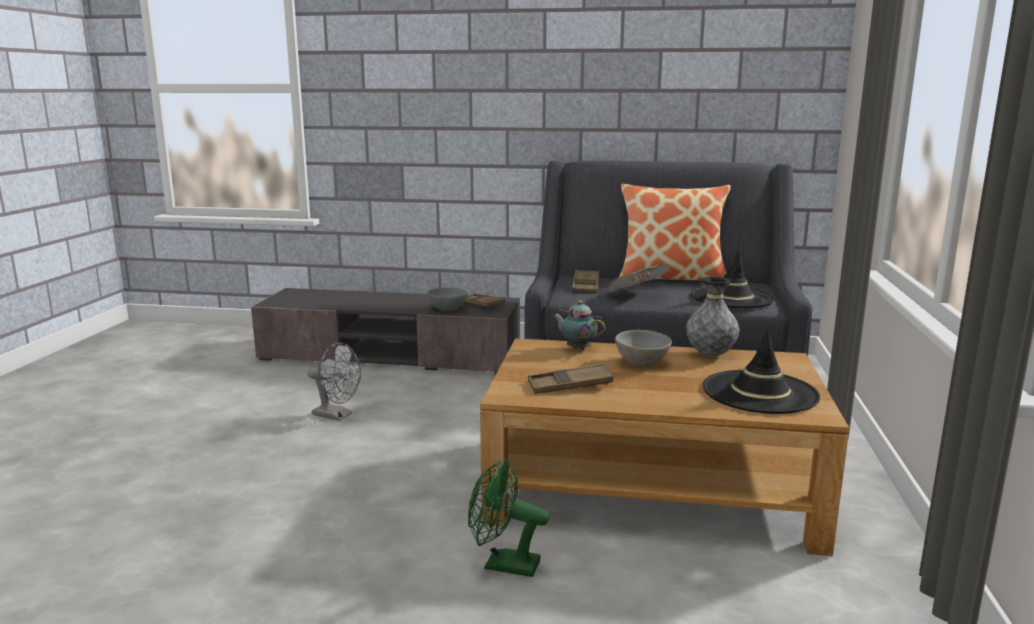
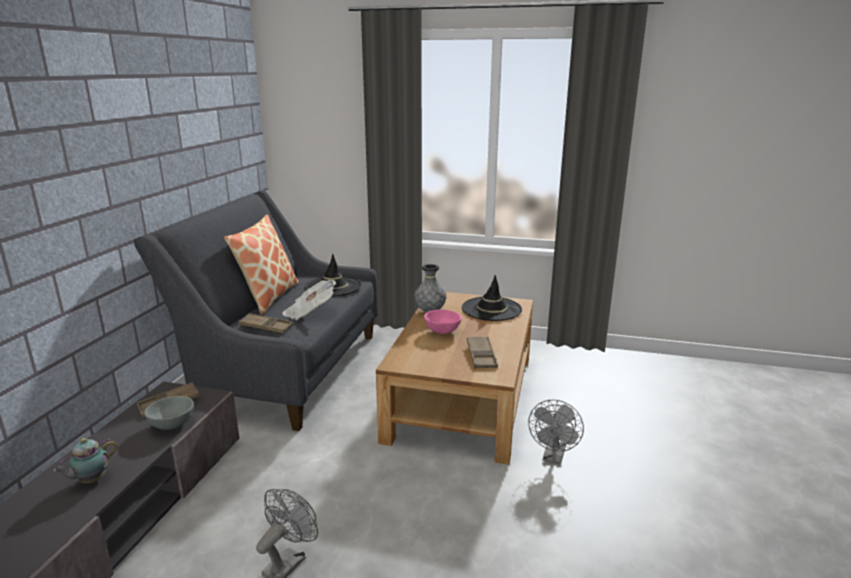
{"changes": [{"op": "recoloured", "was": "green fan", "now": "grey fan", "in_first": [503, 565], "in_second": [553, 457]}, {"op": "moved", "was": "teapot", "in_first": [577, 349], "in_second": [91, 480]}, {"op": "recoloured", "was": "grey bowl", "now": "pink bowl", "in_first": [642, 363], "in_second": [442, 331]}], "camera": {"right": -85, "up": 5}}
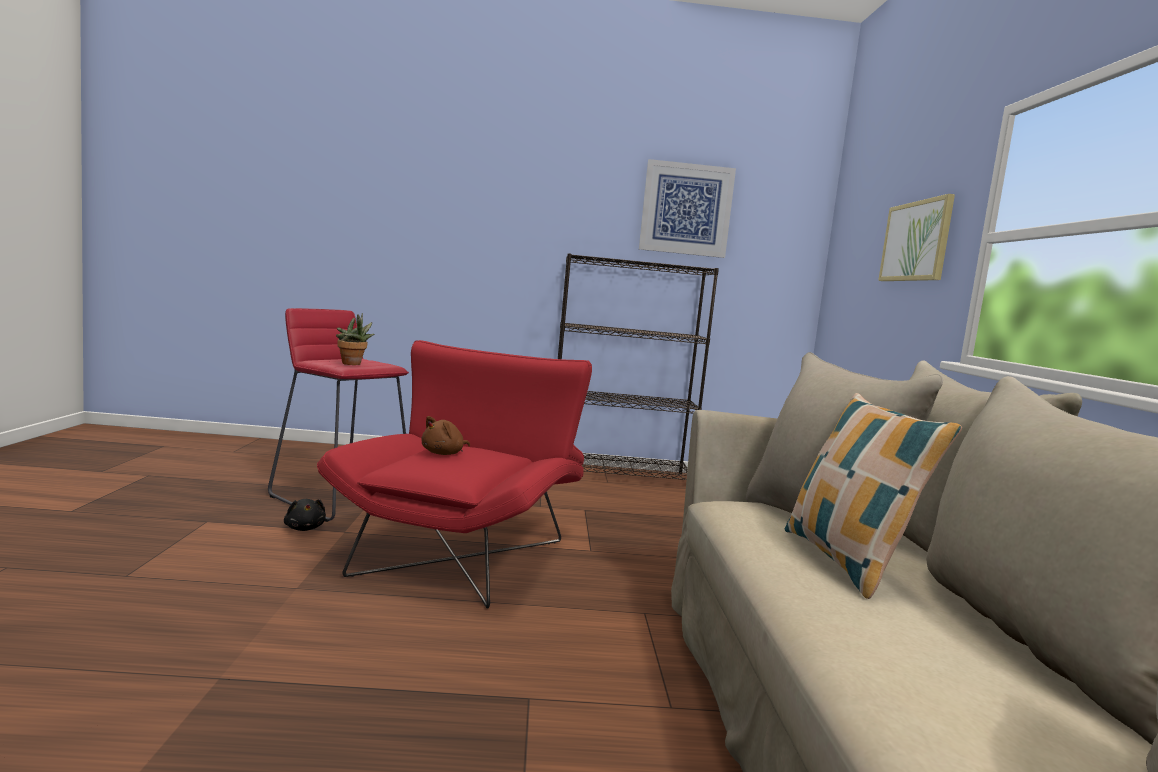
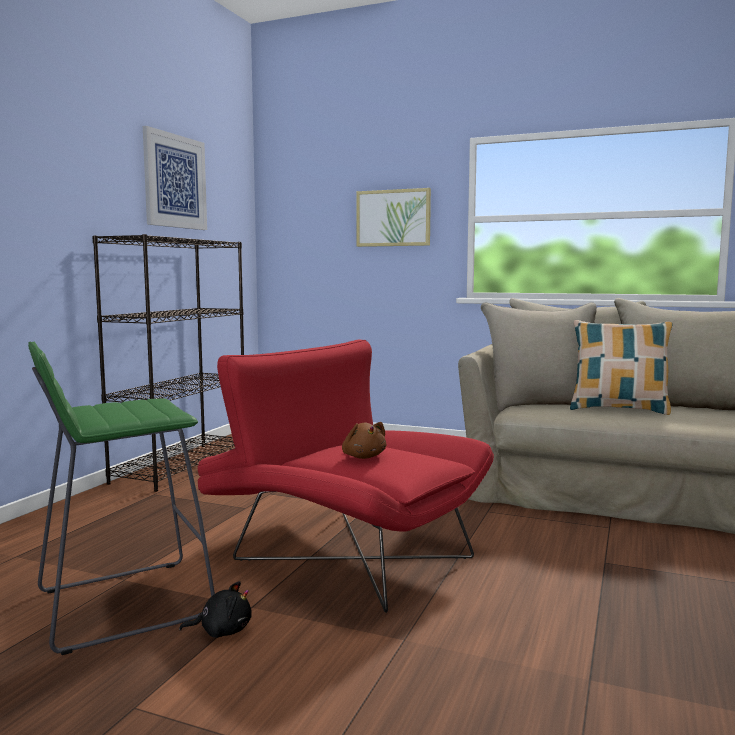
{"changes": [{"op": "recoloured", "was": "red stool", "now": "green stool", "in_first": [340, 498], "in_second": [122, 603]}, {"op": "removed", "was": "potted plant", "in_first": [353, 364]}], "camera": {"right": -65, "up": 0}}
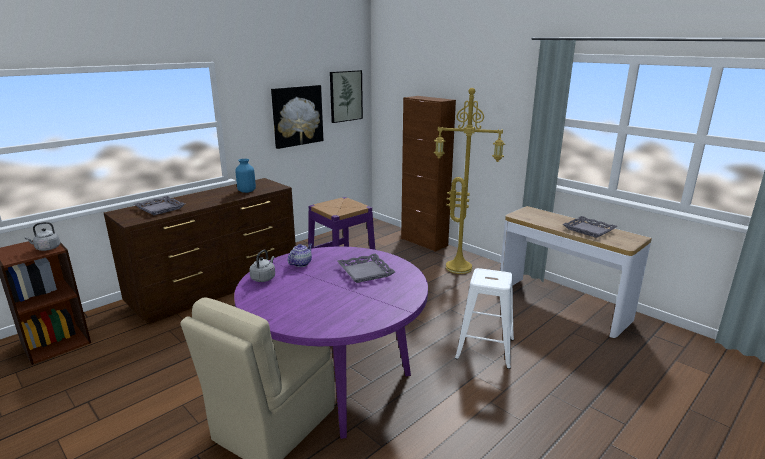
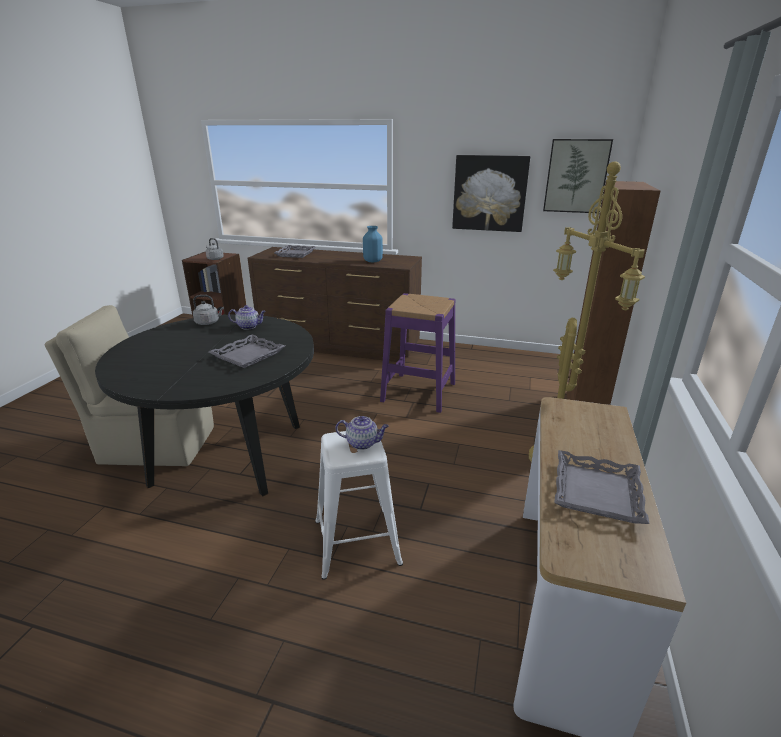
{"changes": [{"op": "recoloured", "was": "purple dining table", "now": "black dining table", "in_first": [336, 382], "in_second": [229, 453]}, {"op": "added", "now": "teapot", "in_second": [363, 443]}], "camera": {"right": 60, "up": 5}}
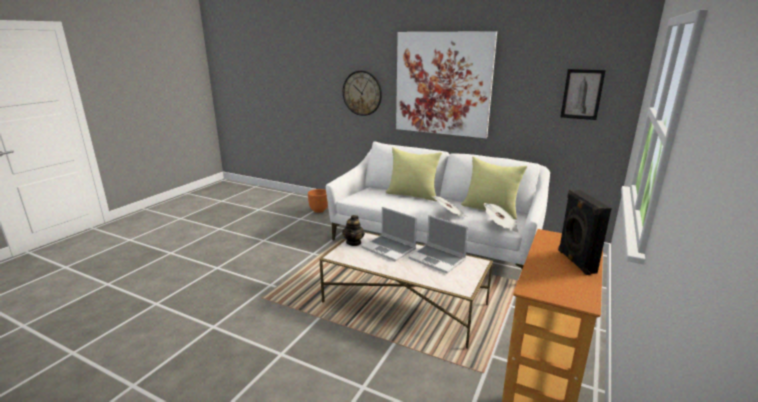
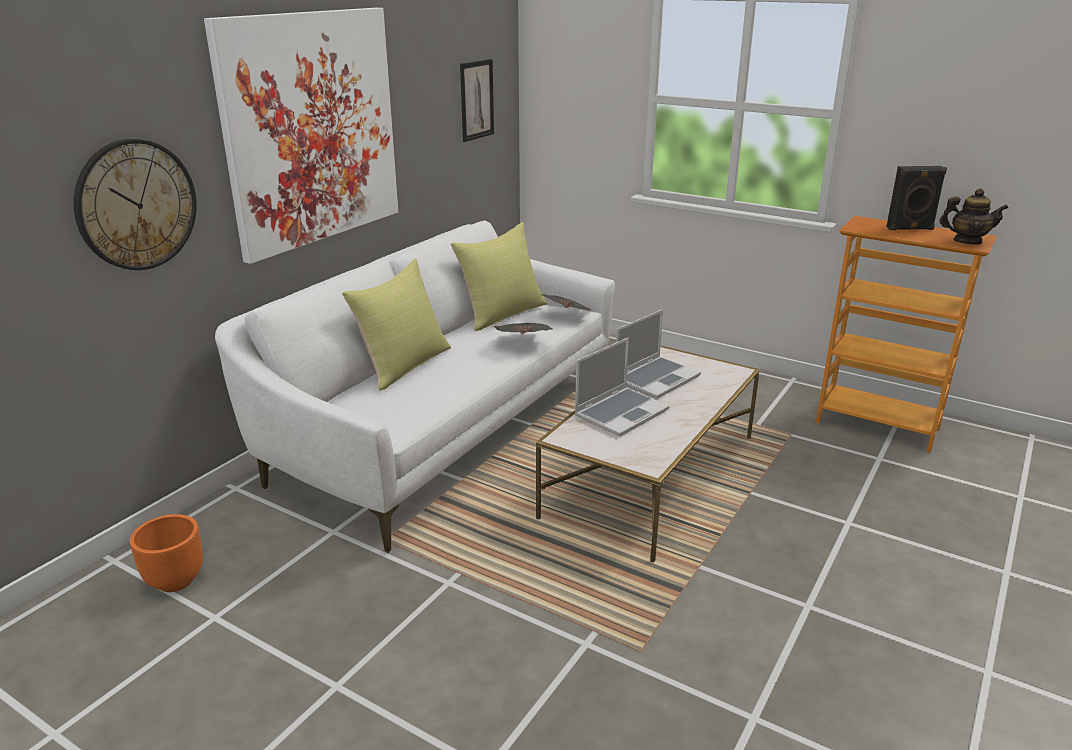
{"changes": [{"op": "moved", "was": "teapot", "in_first": [354, 242], "in_second": [967, 241]}], "camera": {"right": -85, "up": 5}}
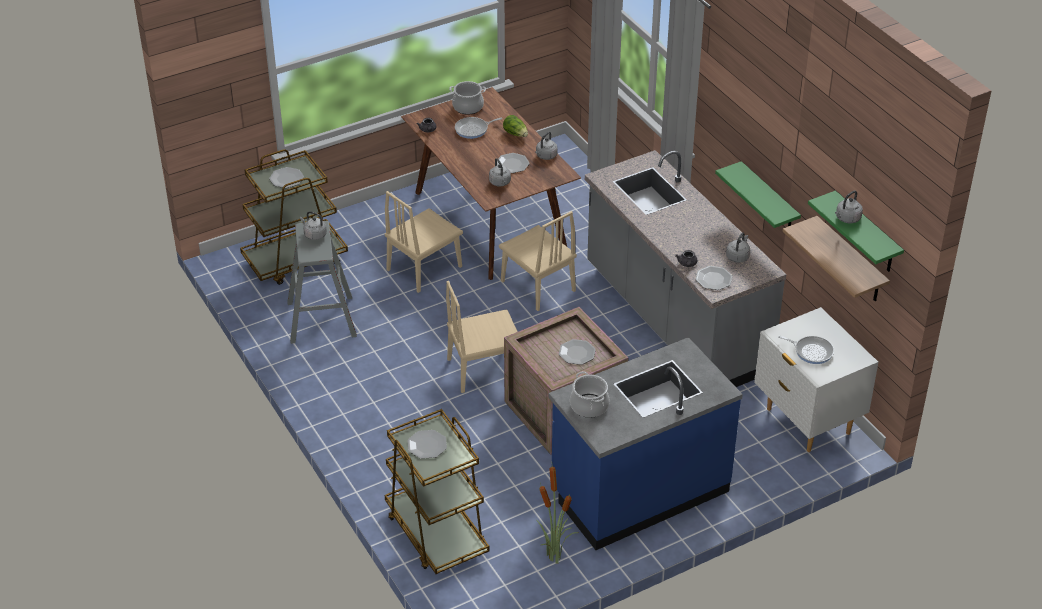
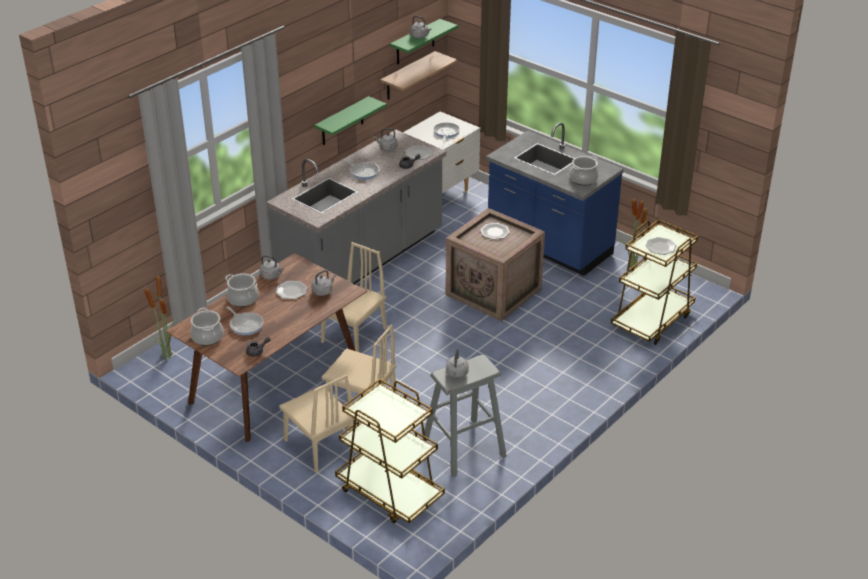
{"changes": [{"op": "removed", "was": "plate", "in_first": [286, 178]}, {"op": "moved", "was": "beige chair", "in_first": [484, 369], "in_second": [320, 446]}, {"op": "replaced", "was": "lettuce", "now": "cooking pot", "in_first": [516, 134], "in_second": [243, 299]}, {"op": "added", "now": "potted plant", "in_second": [167, 355]}, {"op": "added", "now": "frying pan", "in_second": [363, 172]}], "camera": {"right": -110, "up": -5}}
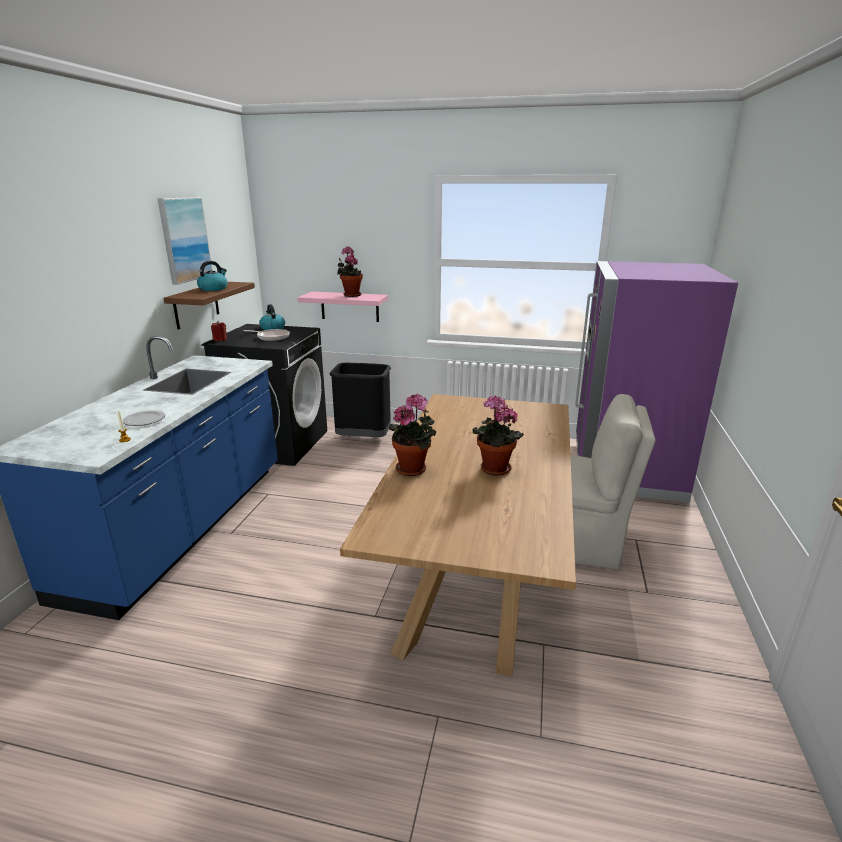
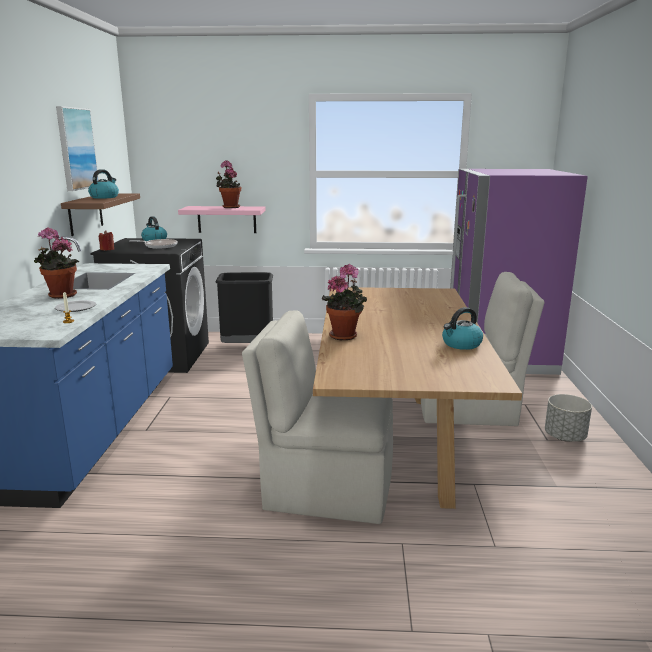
{"changes": [{"op": "moved", "was": "potted plant", "in_first": [493, 470], "in_second": [60, 296]}, {"op": "added", "now": "beige chair", "in_second": [325, 490]}, {"op": "added", "now": "kettle", "in_second": [461, 344]}, {"op": "added", "now": "grey planter", "in_second": [565, 437]}], "camera": {"right": -10, "up": -5}}
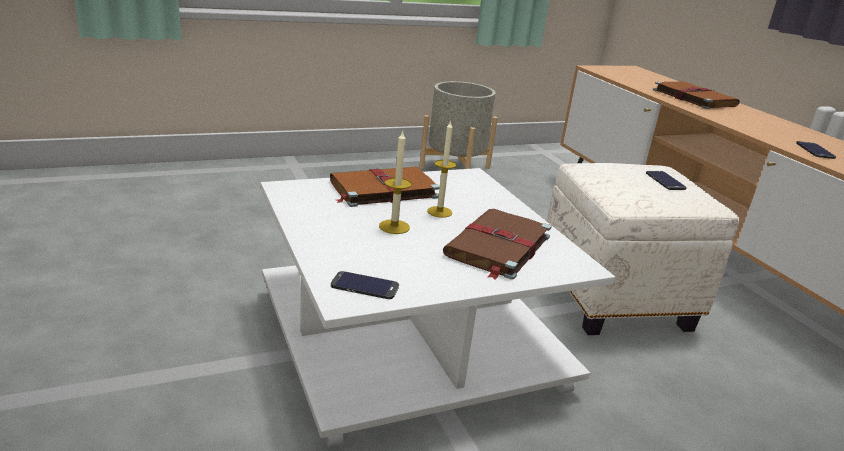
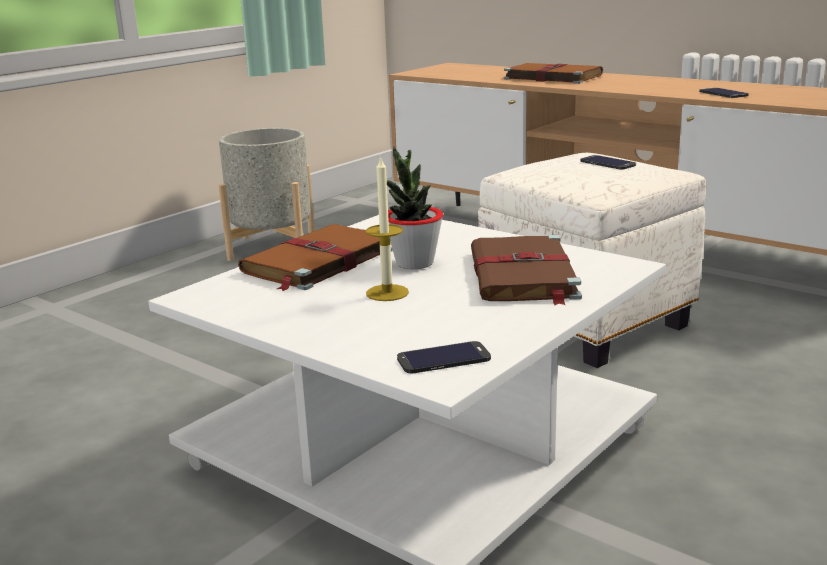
{"changes": [{"op": "replaced", "was": "candle", "now": "potted plant", "in_first": [439, 212], "in_second": [414, 263]}], "camera": {"right": -25, "up": -5}}
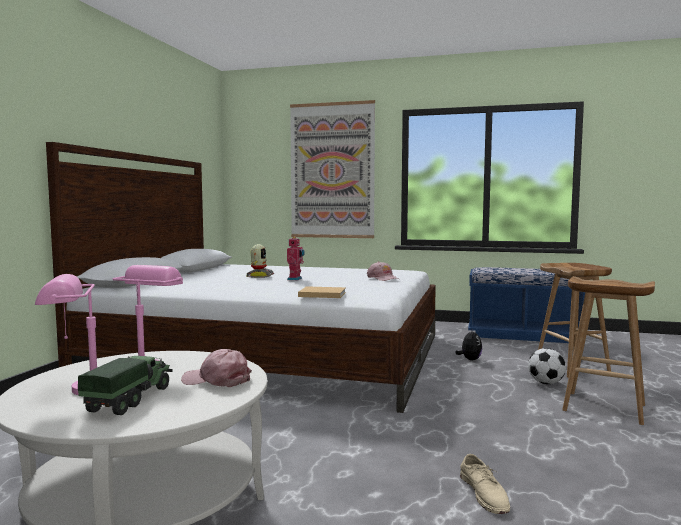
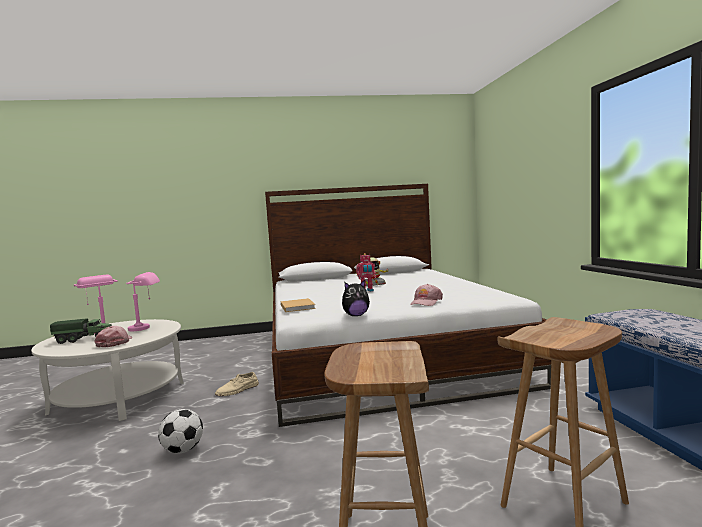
{"changes": [{"op": "removed", "was": "picture", "in_first": [332, 171]}, {"op": "moved", "was": "plush toy", "in_first": [470, 359], "in_second": [356, 315]}, {"op": "moved", "was": "beige shoe", "in_first": [484, 493], "in_second": [237, 390]}, {"op": "moved", "was": "football", "in_first": [545, 383], "in_second": [183, 450]}], "camera": {"right": 65, "up": 0}}
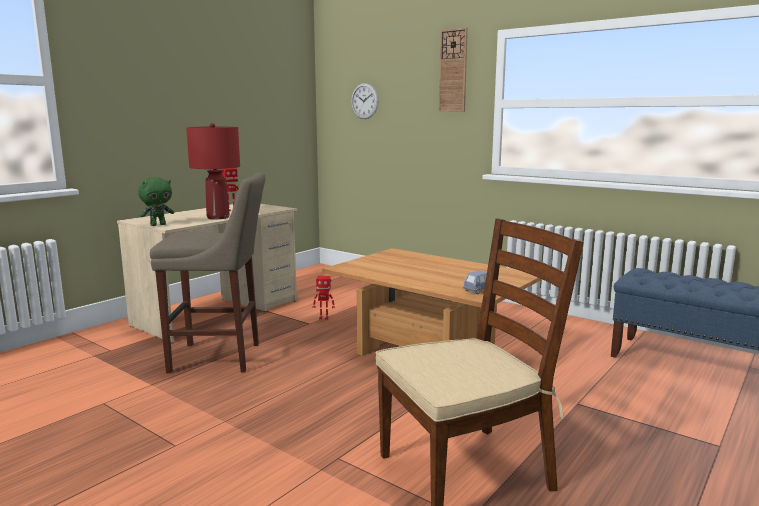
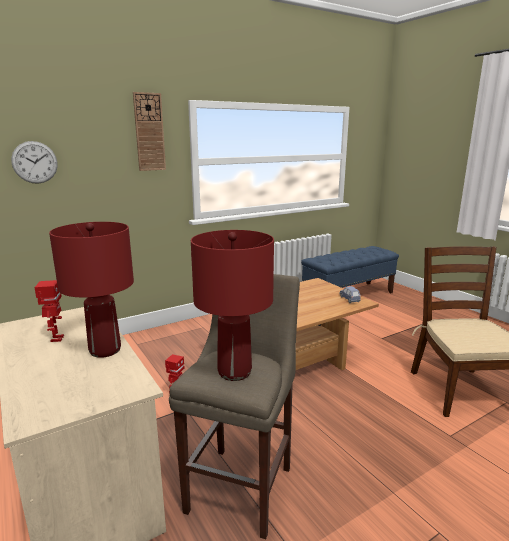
{"changes": [{"op": "removed", "was": "green plush toy", "in_first": [158, 225]}, {"op": "added", "now": "red table lamp", "in_second": [234, 372]}], "camera": {"right": -70, "up": 5}}
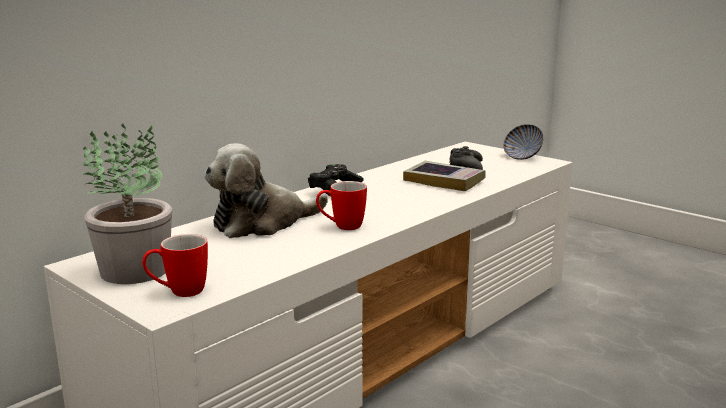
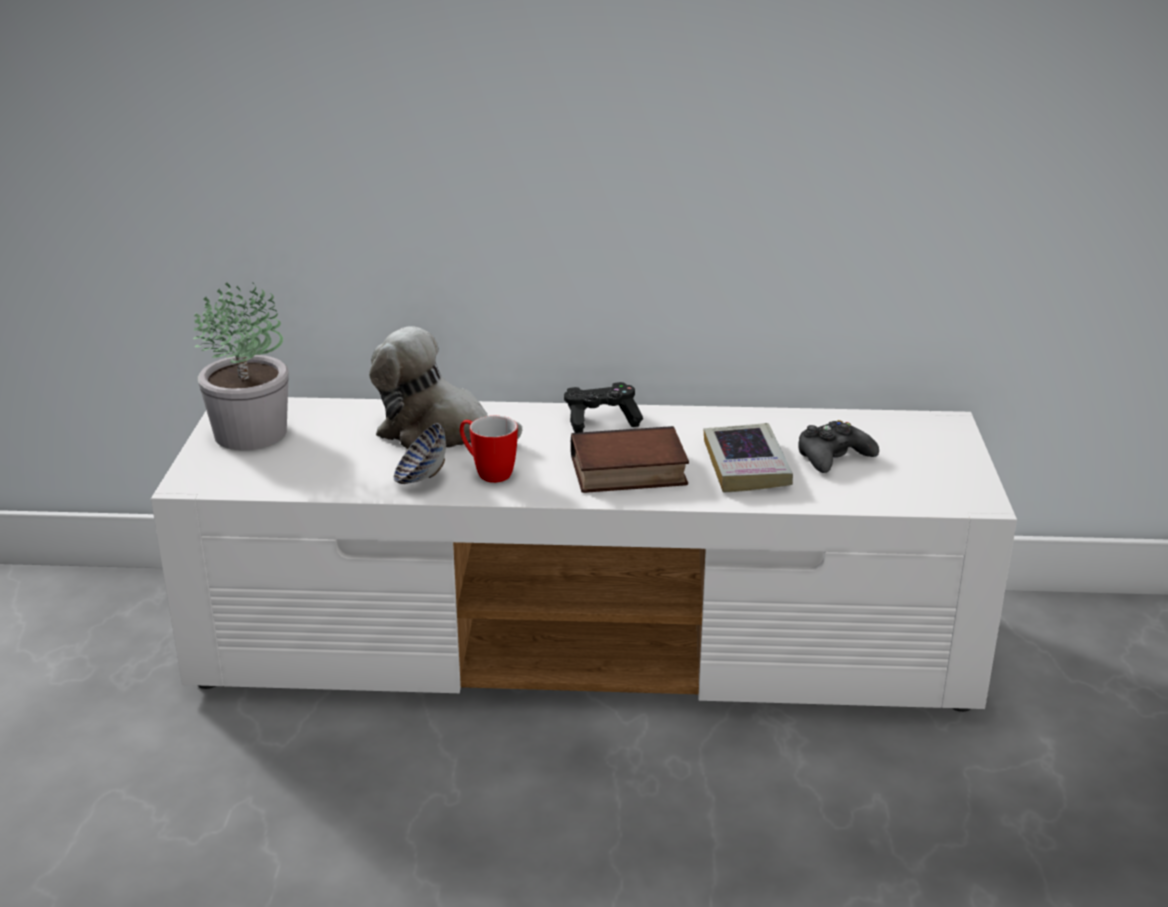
{"changes": [{"op": "removed", "was": "mug", "in_first": [178, 292]}, {"op": "moved", "was": "bowl", "in_first": [522, 157], "in_second": [421, 478]}, {"op": "added", "now": "book", "in_second": [627, 472]}], "camera": {"right": 50, "up": 10}}
